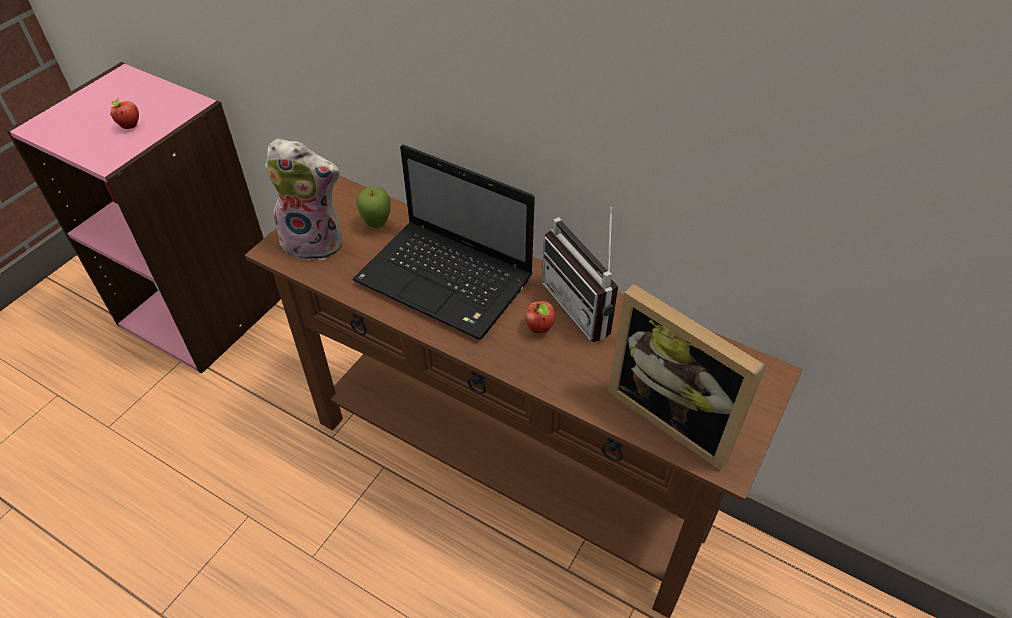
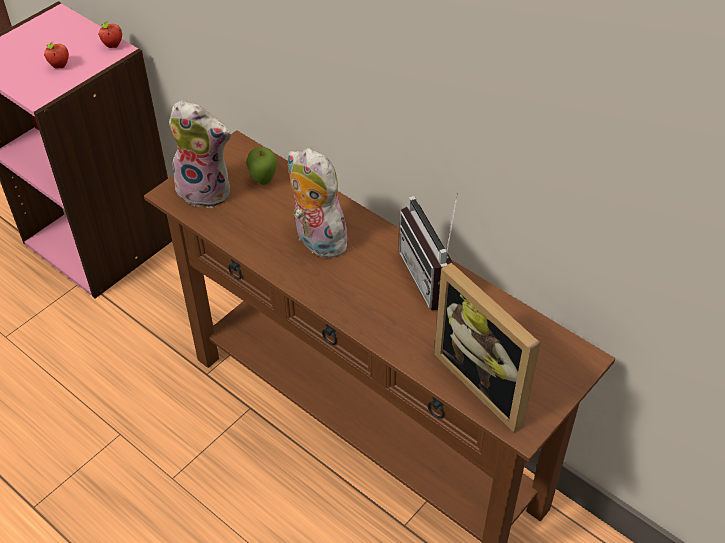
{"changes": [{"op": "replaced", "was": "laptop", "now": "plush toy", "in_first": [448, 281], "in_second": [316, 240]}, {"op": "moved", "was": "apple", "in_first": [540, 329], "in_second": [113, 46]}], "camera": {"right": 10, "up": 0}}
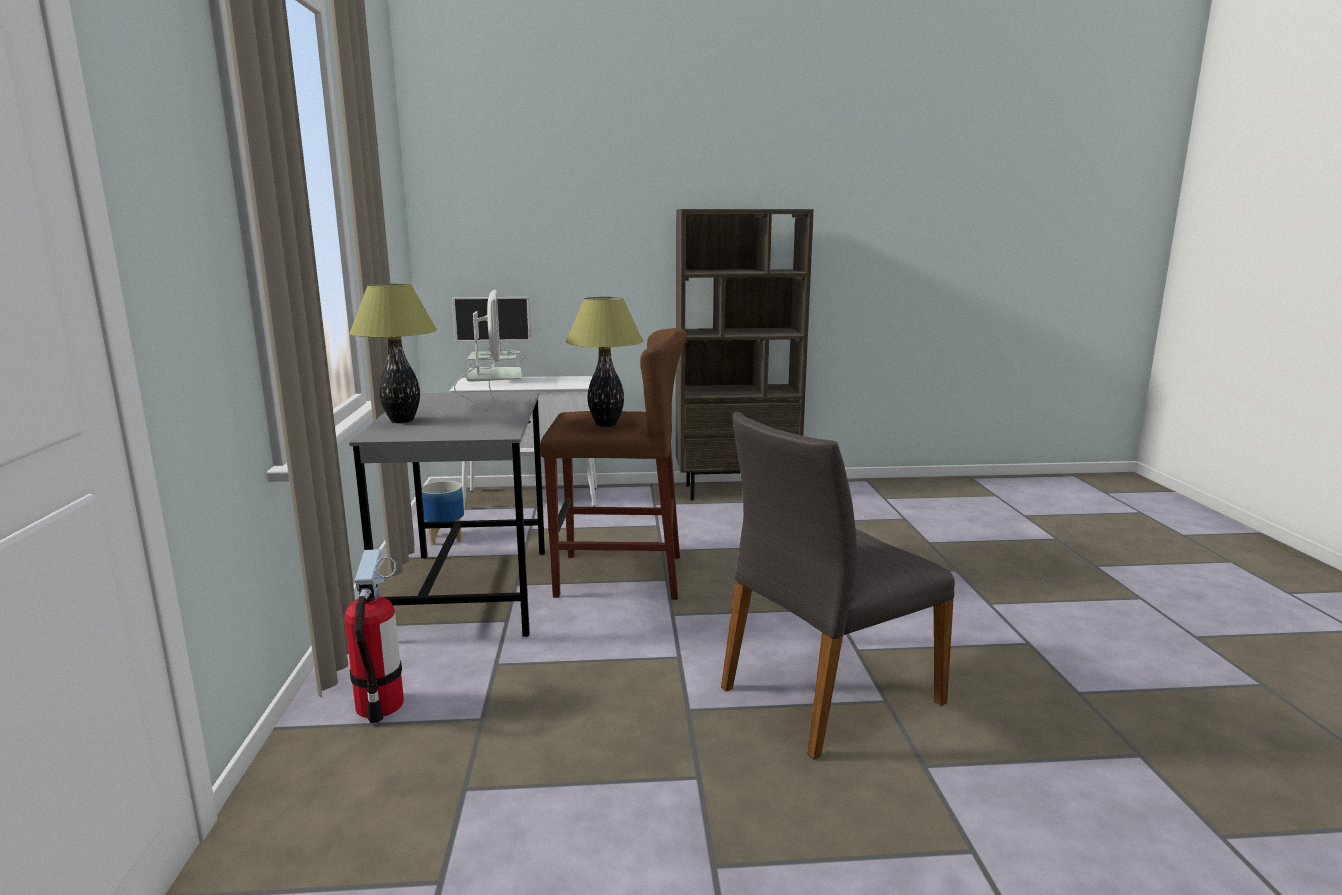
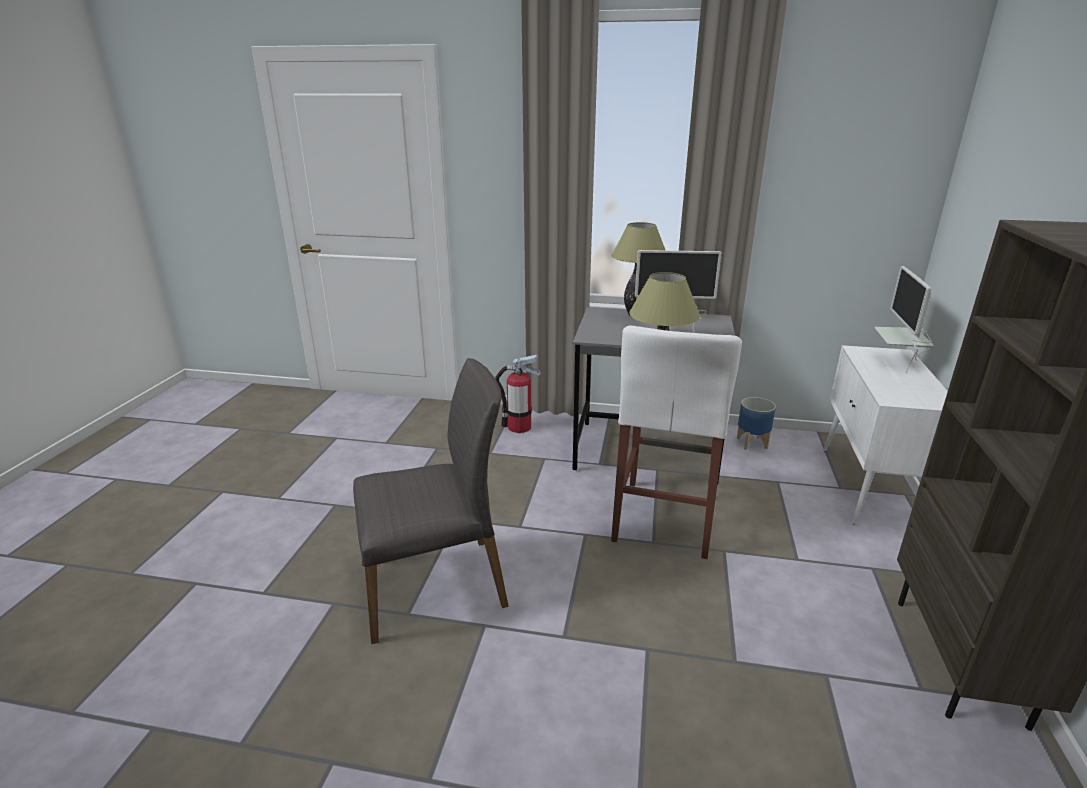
{"changes": [{"op": "recoloured", "was": "brown stool", "now": "white stool", "in_first": [619, 576], "in_second": [665, 517]}, {"op": "turned", "was": "grey chair", "in_first": [827, 694], "in_second": [435, 584], "clockwise": 90}], "camera": {"right": 105, "up": 10}}
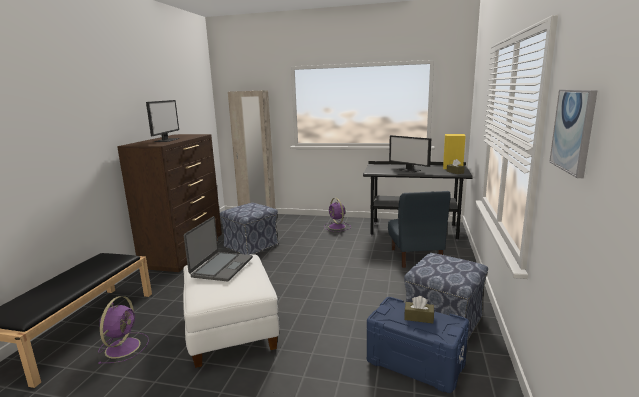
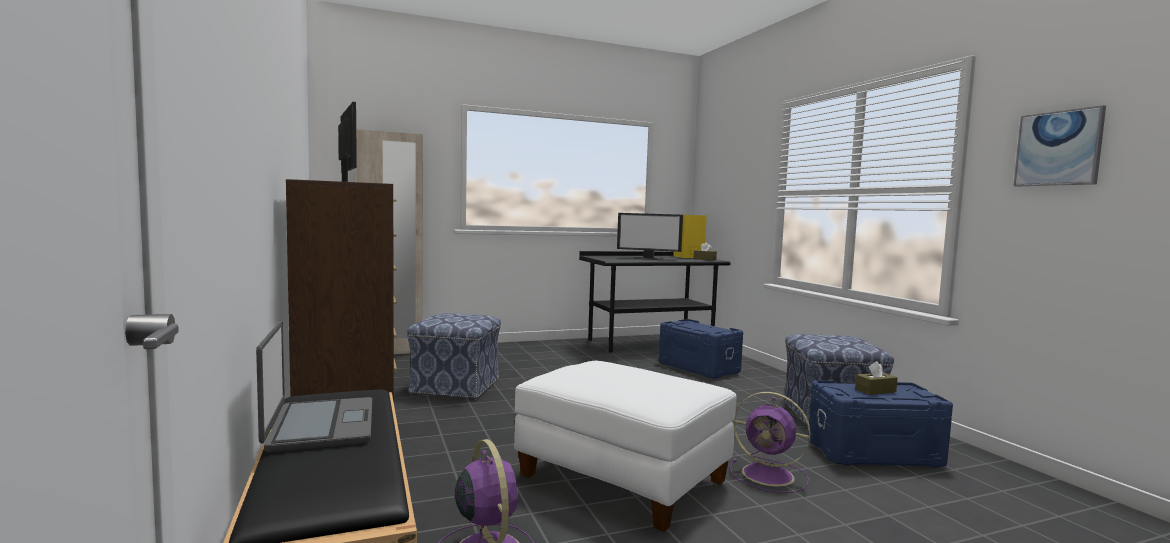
{"changes": [{"op": "moved", "was": "laptop", "in_first": [221, 267], "in_second": [320, 426]}, {"op": "moved", "was": "purple fan", "in_first": [337, 227], "in_second": [770, 475]}, {"op": "replaced", "was": "blue chair", "now": "blue storage box", "in_first": [415, 257], "in_second": [698, 367]}], "camera": {"right": -35, "up": -10}}
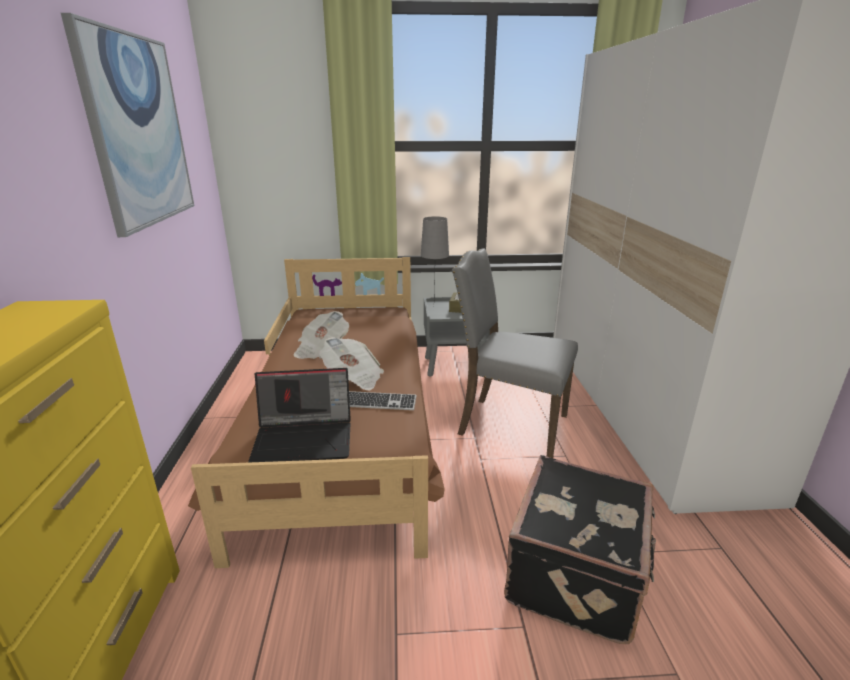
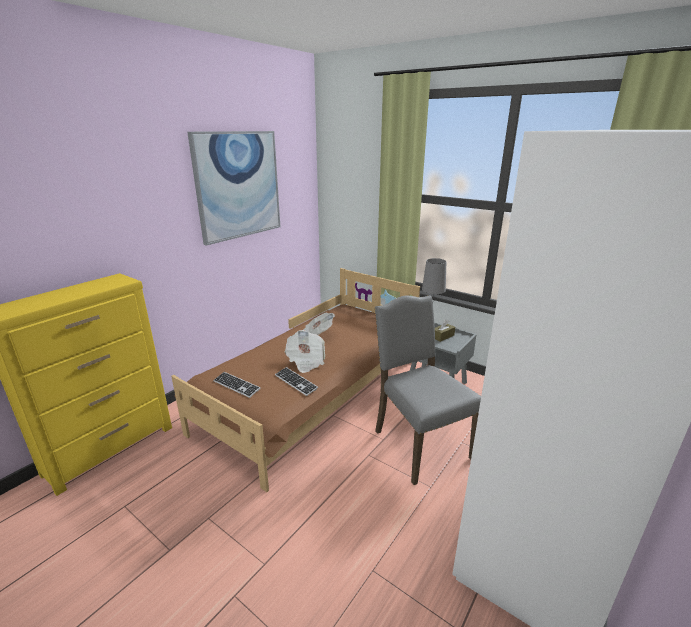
{"changes": [{"op": "replaced", "was": "laptop", "now": "keyboard", "in_first": [305, 439], "in_second": [236, 385]}, {"op": "removed", "was": "black suitcase", "in_first": [577, 575]}], "camera": {"right": 40, "up": 0}}
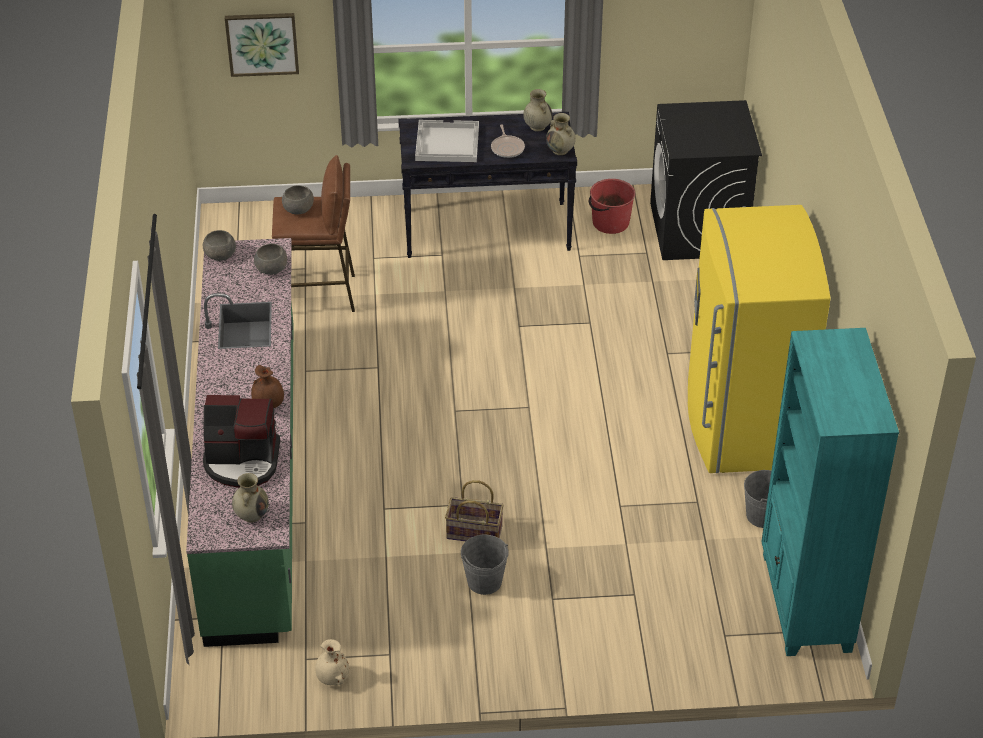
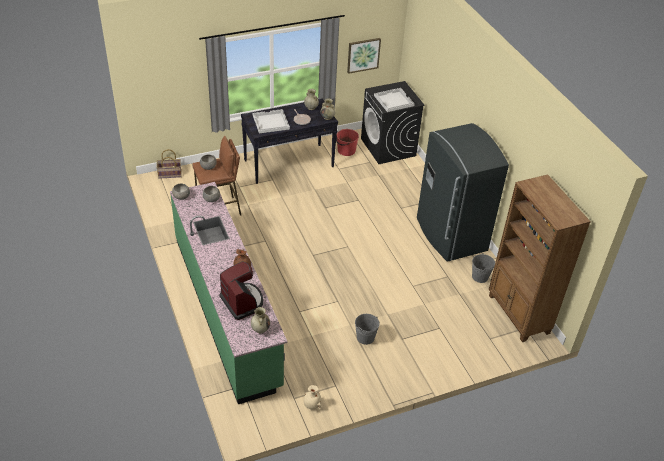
{"changes": [{"op": "turned", "was": "coffee machine", "in_first": [242, 461], "in_second": [242, 302], "clockwise": -105}, {"op": "moved", "was": "picture", "in_first": [262, 43], "in_second": [363, 55]}, {"op": "moved", "was": "basket", "in_first": [474, 533], "in_second": [169, 174]}, {"op": "recoloured", "was": "yellow fridge", "now": "grey fridge", "in_first": [740, 424], "in_second": [450, 235]}, {"op": "recoloured", "was": "turquoise bookcase", "now": "brown bookcase", "in_first": [805, 603], "in_second": [518, 314]}, {"op": "added", "now": "white tray", "in_second": [393, 100]}], "camera": {"right": -20, "up": 0}}
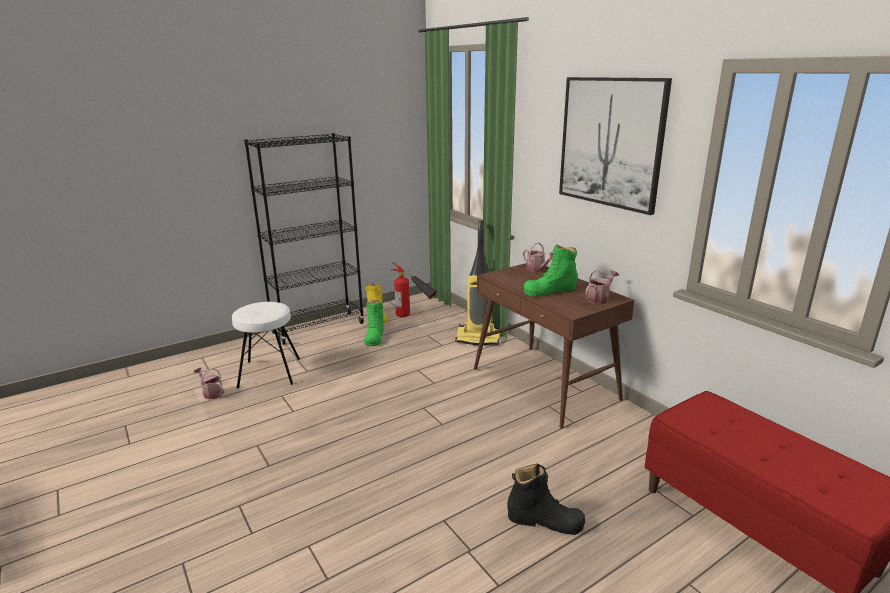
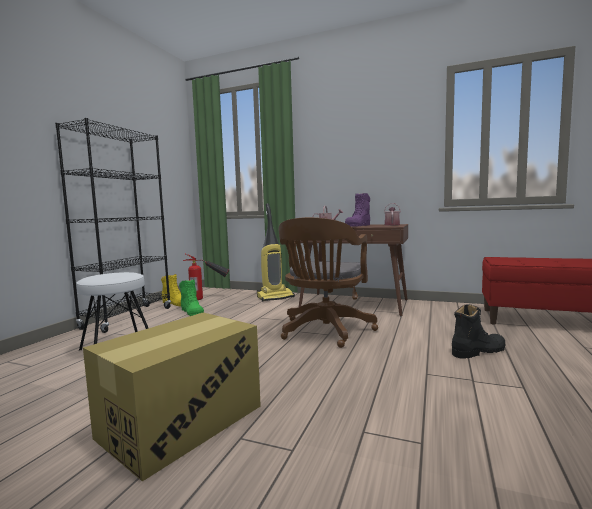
{"changes": [{"op": "removed", "was": "watering can", "in_first": [211, 393]}, {"op": "recoloured", "was": "green boot", "now": "purple boot", "in_first": [550, 290], "in_second": [358, 226]}, {"op": "removed", "was": "picture", "in_first": [610, 142]}, {"op": "added", "now": "cardboard box", "in_second": [181, 422]}, {"op": "added", "now": "brown office chair", "in_second": [324, 332]}], "camera": {"right": -35, "up": -15}}
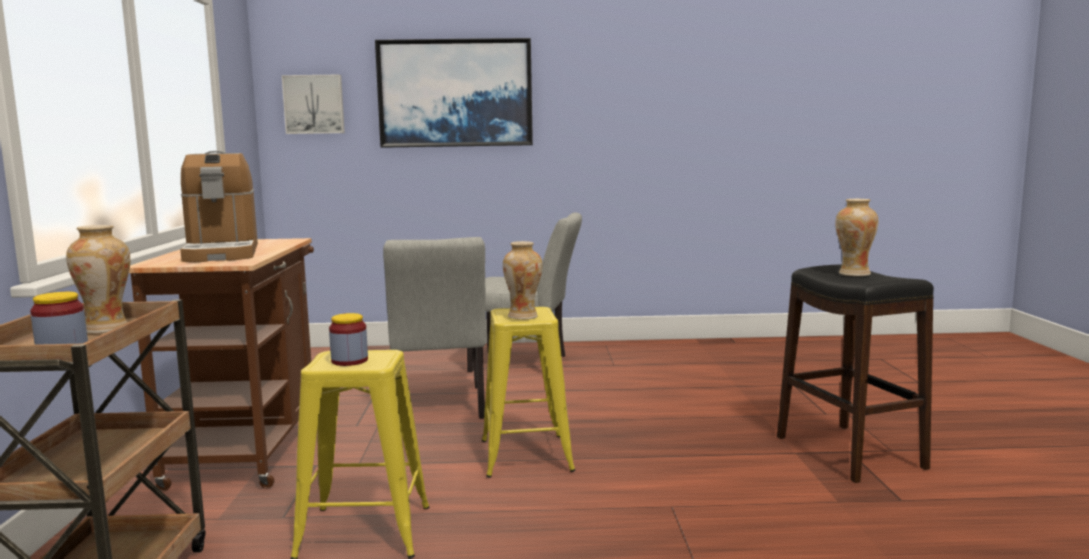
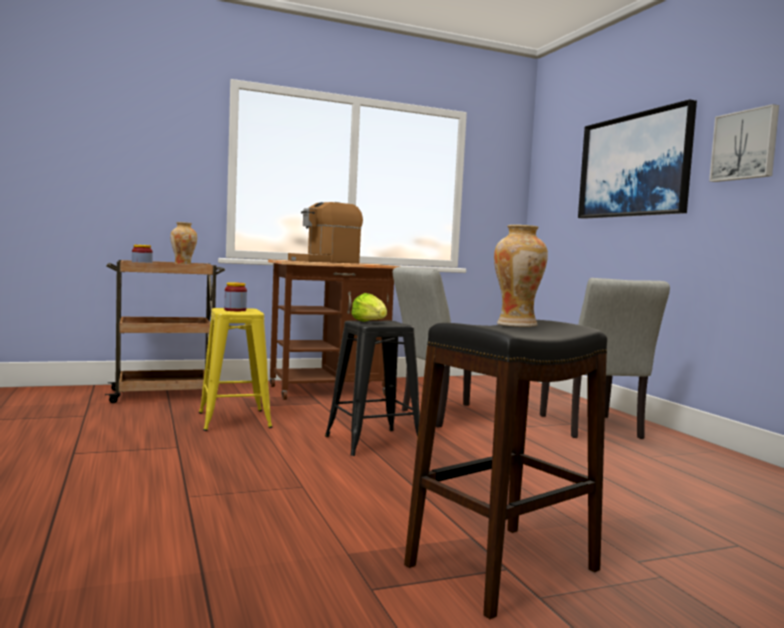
{"changes": [{"op": "moved", "was": "picture", "in_first": [314, 104], "in_second": [745, 145]}, {"op": "recoloured", "was": "yellow stool", "now": "black stool", "in_first": [526, 455], "in_second": [373, 442]}, {"op": "replaced", "was": "vase", "now": "lettuce", "in_first": [523, 316], "in_second": [369, 322]}], "camera": {"right": 70, "up": -5}}
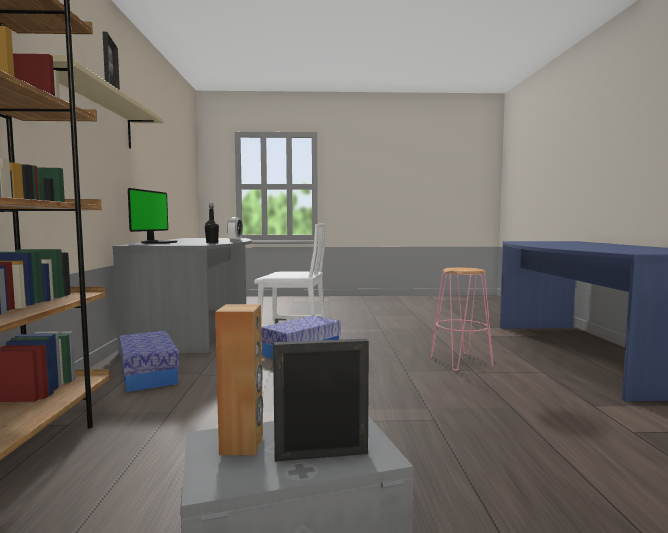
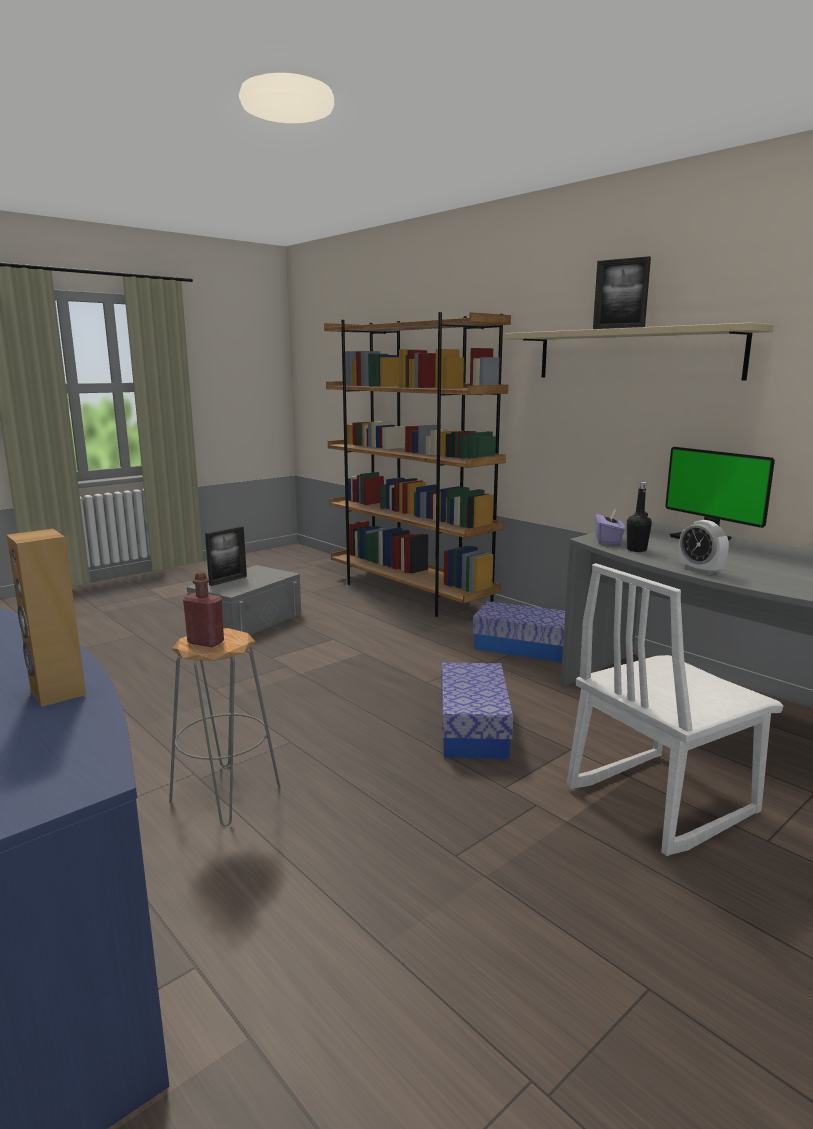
{"changes": [{"op": "moved", "was": "brown speaker", "in_first": [242, 445], "in_second": [57, 693]}, {"op": "recoloured", "was": "pink stool", "now": "grey stool", "in_first": [460, 361], "in_second": [226, 794]}, {"op": "added", "now": "red bottle", "in_second": [205, 642]}, {"op": "added", "now": "purple tissue box", "in_second": [608, 540]}], "camera": {"right": 140, "up": 10}}
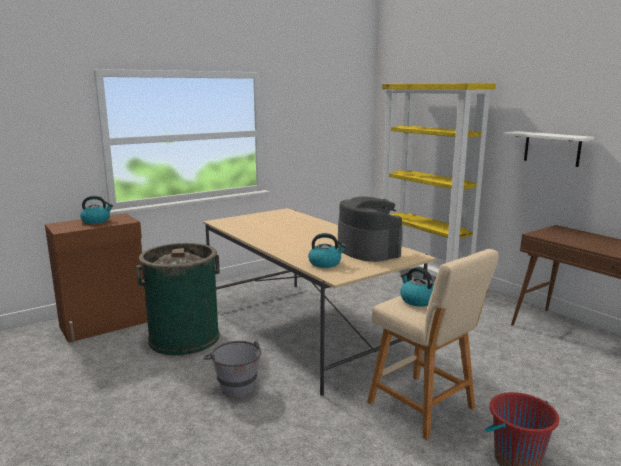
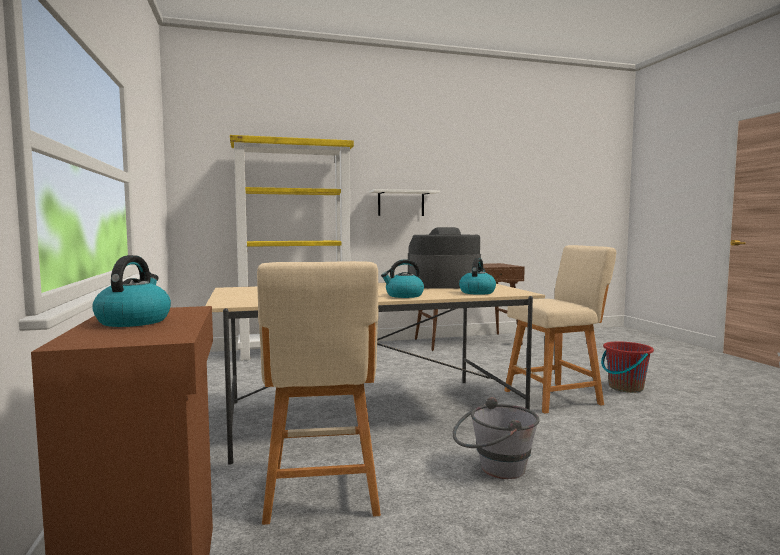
{"changes": [{"op": "replaced", "was": "green trash can", "now": "beige stool", "in_first": [184, 338], "in_second": [322, 494]}, {"op": "moved", "was": "kettle", "in_first": [417, 300], "in_second": [404, 296]}], "camera": {"right": -70, "up": -10}}
